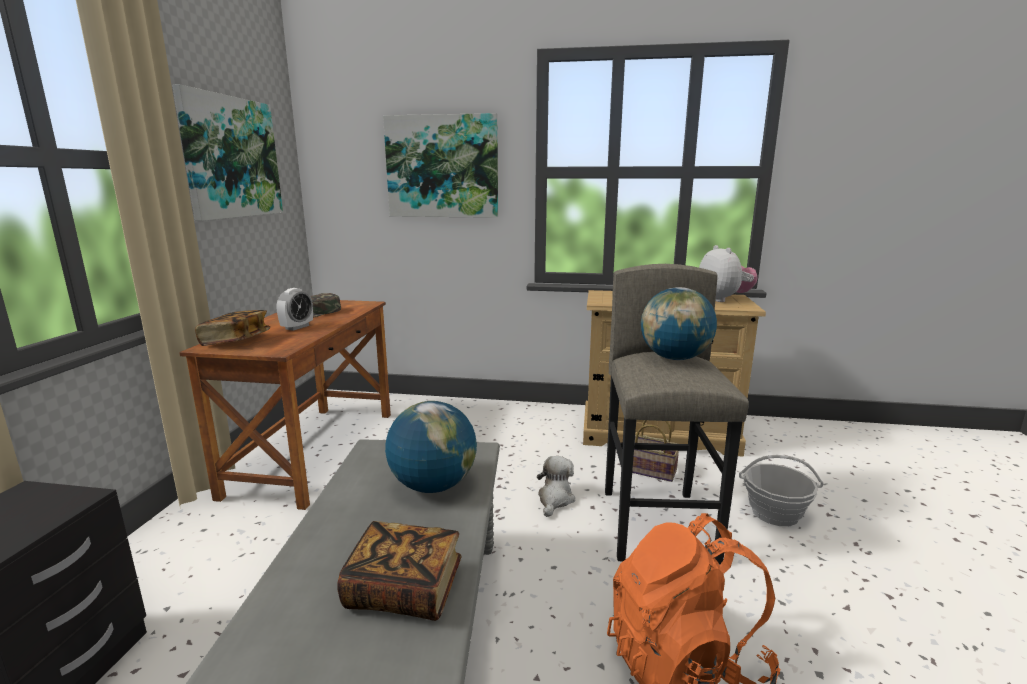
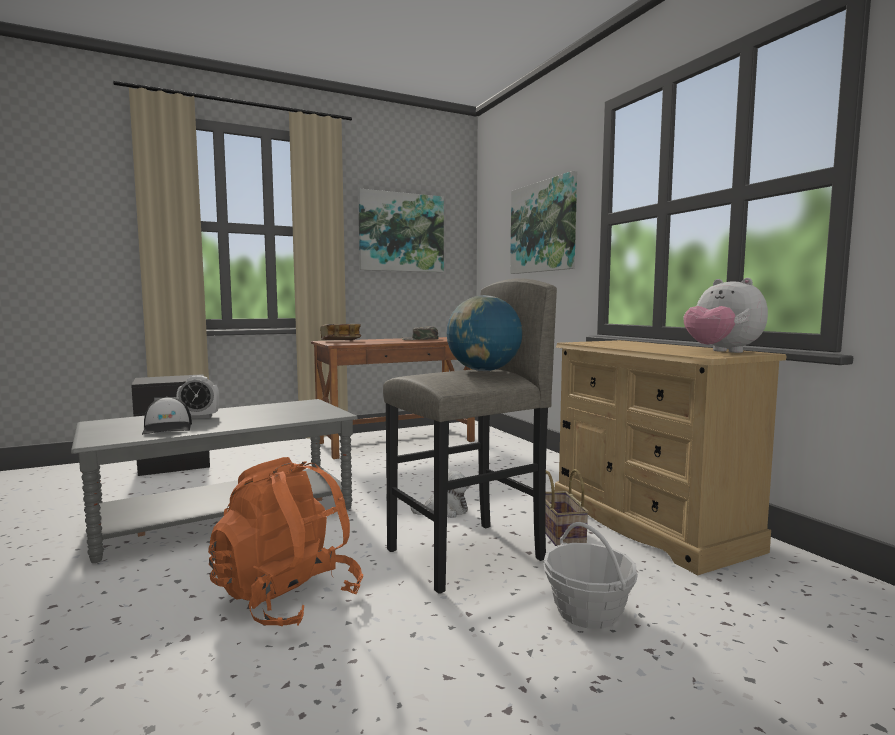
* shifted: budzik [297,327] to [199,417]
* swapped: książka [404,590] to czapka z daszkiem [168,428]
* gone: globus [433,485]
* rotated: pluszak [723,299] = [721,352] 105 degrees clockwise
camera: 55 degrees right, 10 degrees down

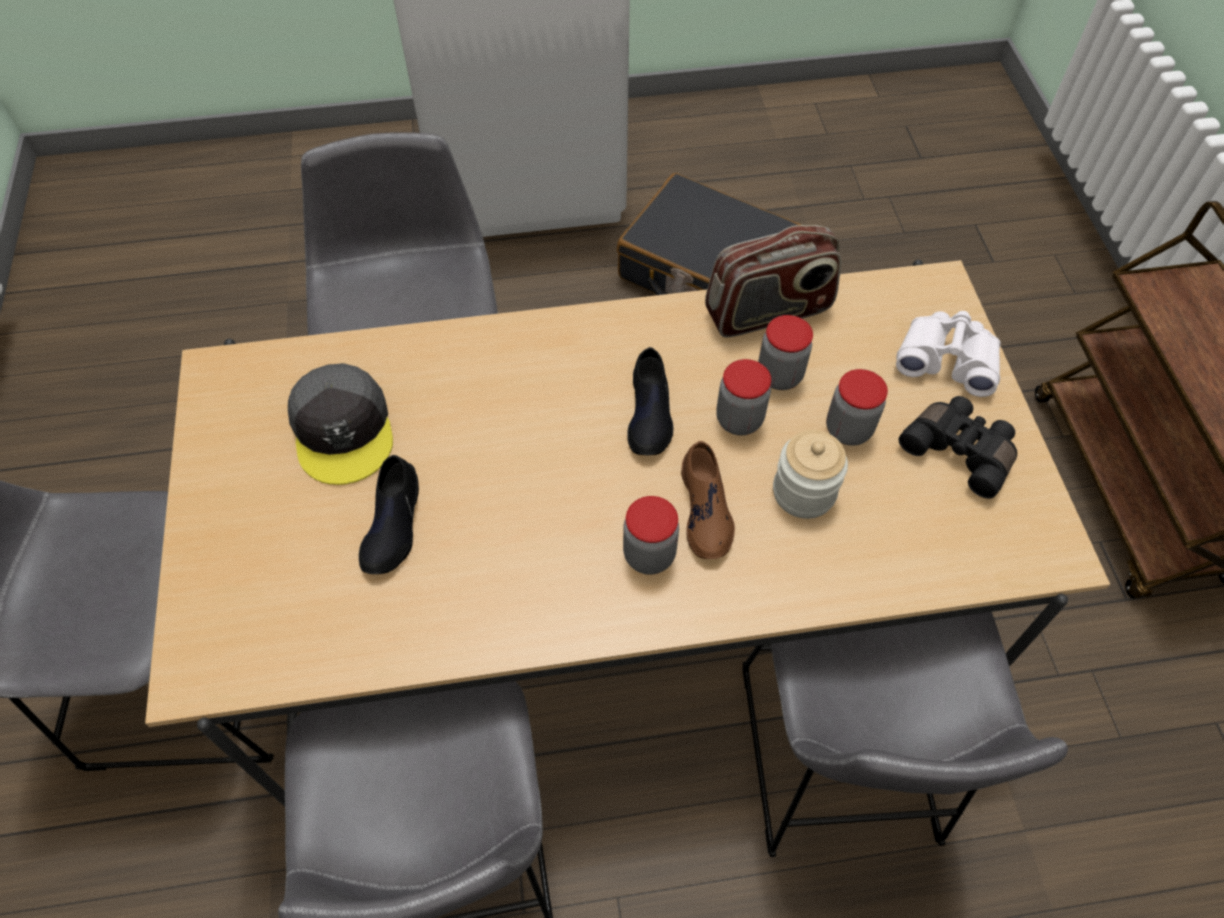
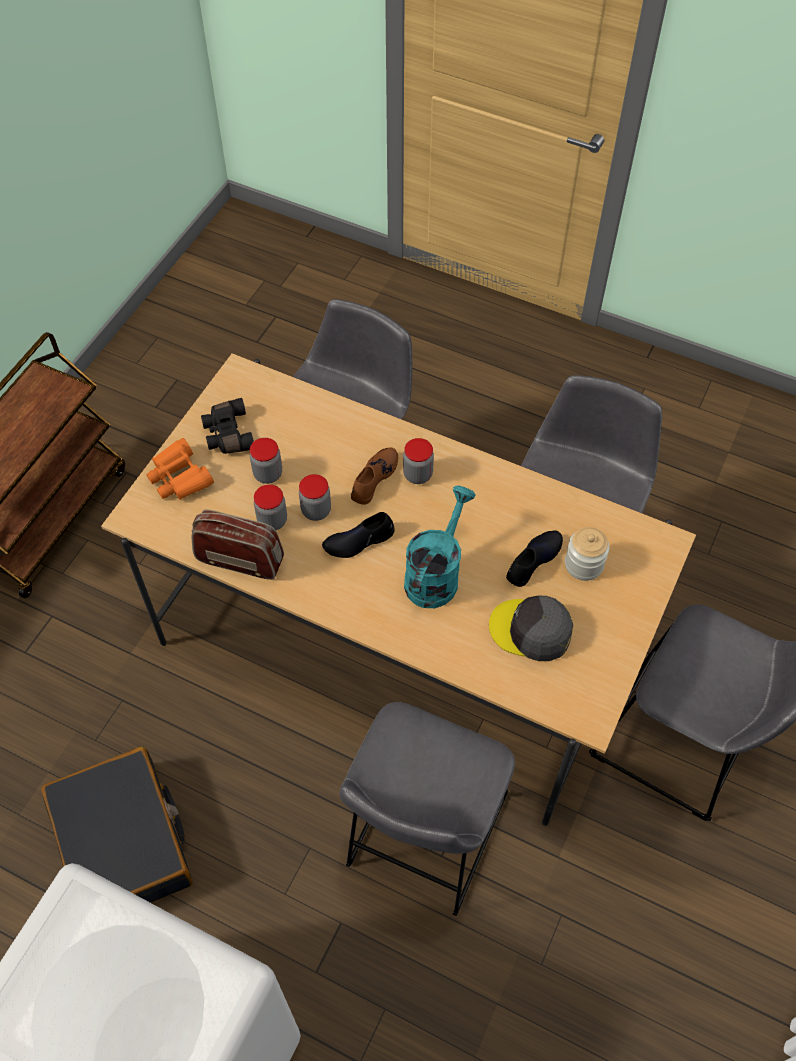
* rotated: czapka z daszkiem/szary [343,430] = [531,630] 90 degrees counterclockwise
* rotated: but/czarny [649,414] = [359,541] 150 degrees counterclockwise
* shifted: słoik [804,492] to [584,564]
* repainted: lornetka/biały [947,360] to lornetka/pomarańczowy [179,477]
* new: konewka/turkusowy [435,573]
camera: 145 degrees left, 0 degrees up

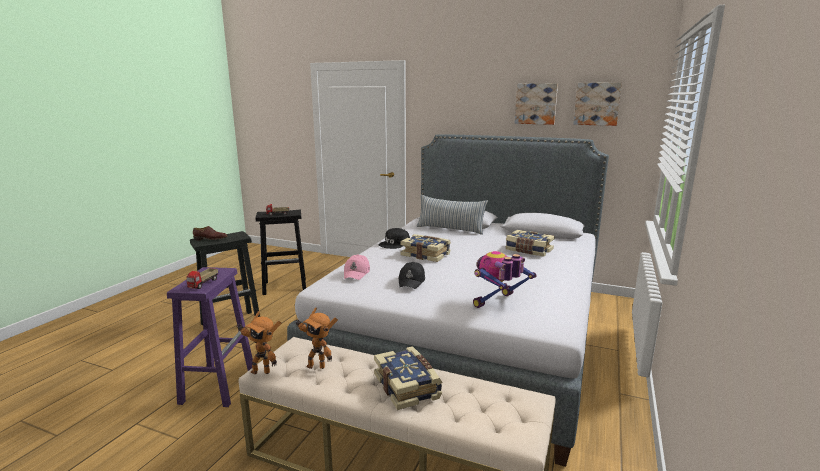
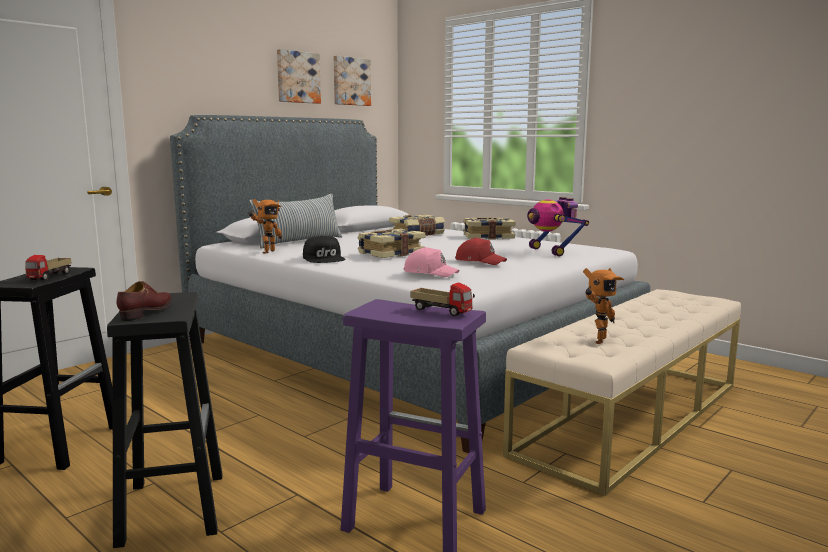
* shifted: robot zabawkowy [261,371] to [266,252]
* shifted: książka [408,386] to [488,237]
* repainted: czapka z daszkiem/czarny [412,281] to czapka z daszkiem/czerwony [480,261]
camera: 70 degrees left, 5 degrees down

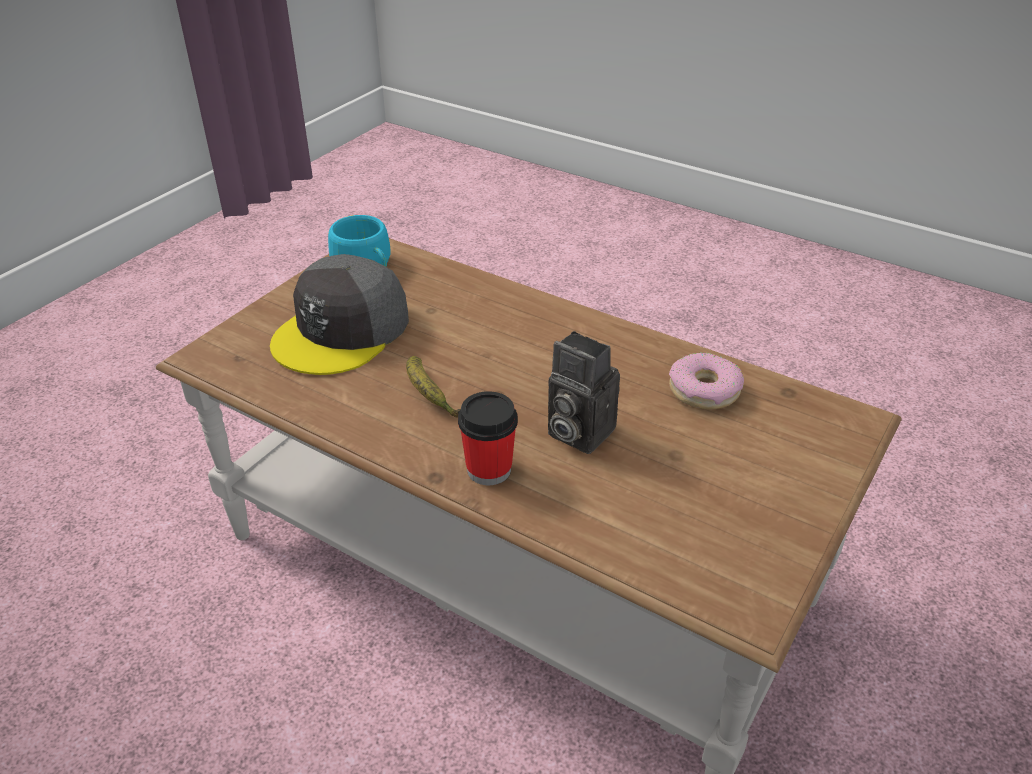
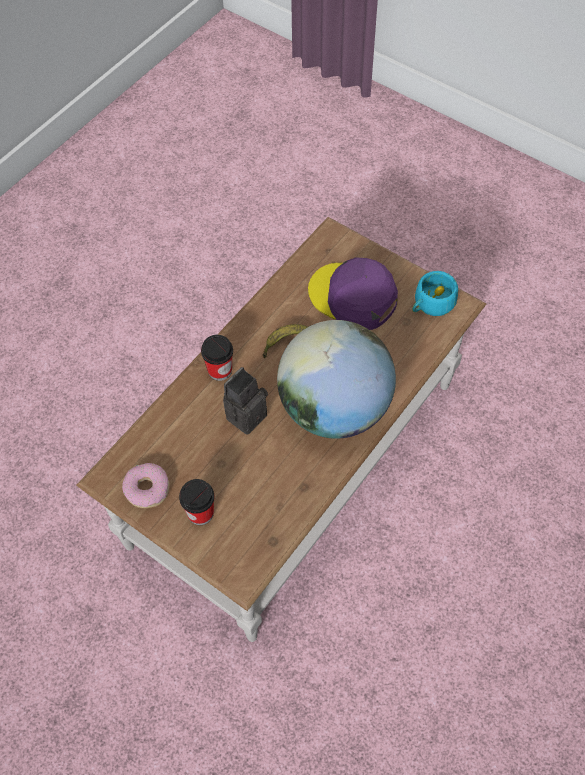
* repainted: czapka z daszkiem/szary [342,331] to czapka z daszkiem/fioletowy [352,297]
* shifted: donut [704,390] to [147,489]
* new: filiżanka [200,513]
* new: globus [334,409]
camera: 95 degrees right, 20 degrees up

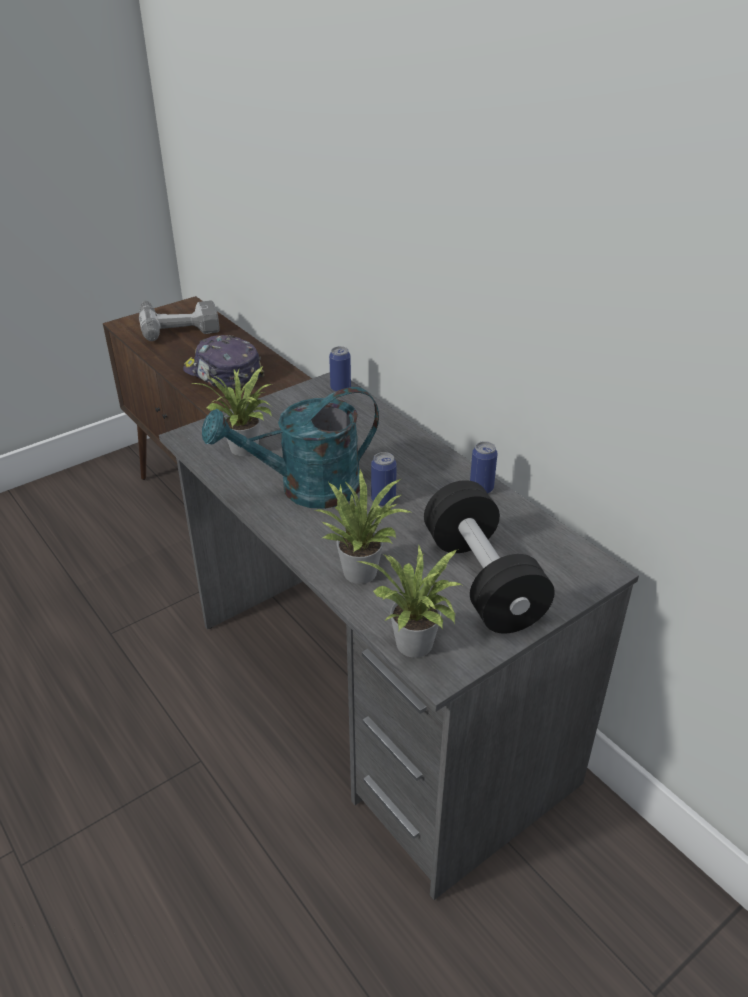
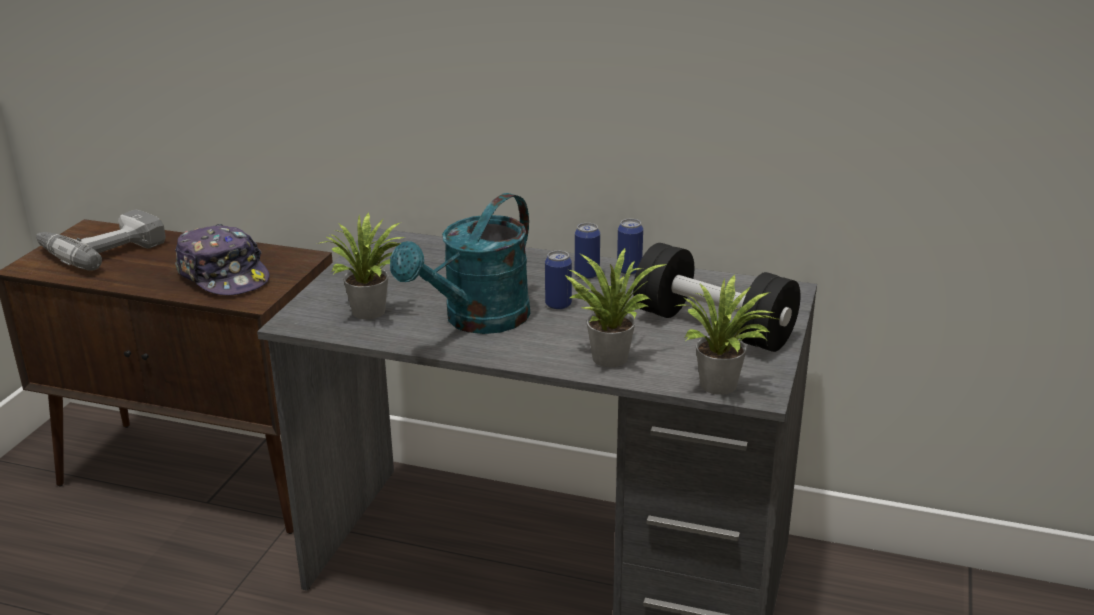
* rotated: czapka z daszkiem [223,374] = [224,276] 135 degrees counterclockwise
* shifted: puszka [340,388] to [587,274]
camera: 35 degrees left, 10 degrees down

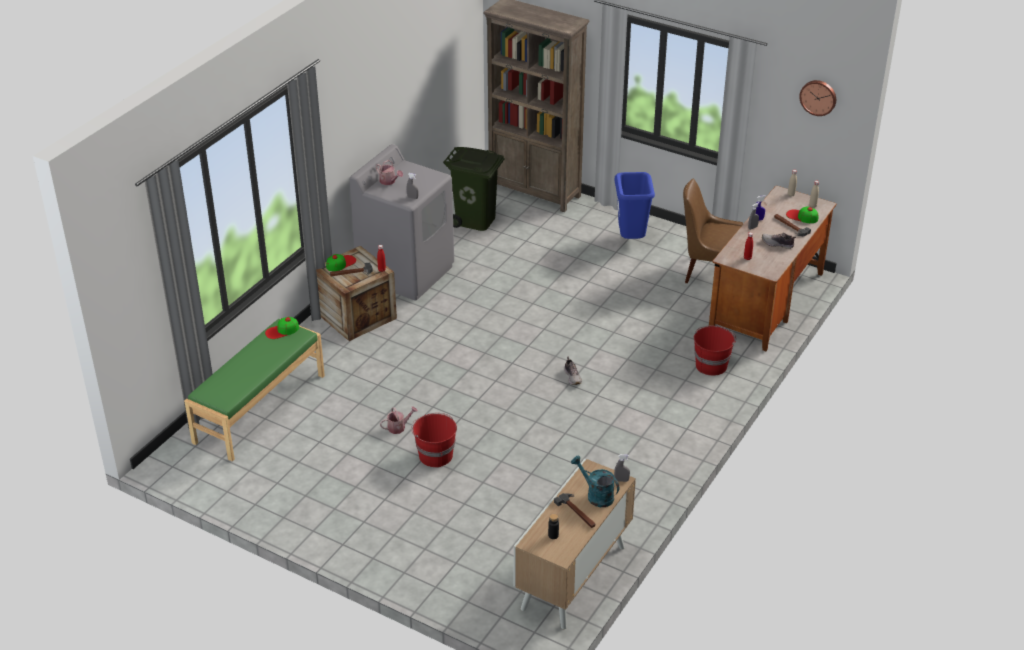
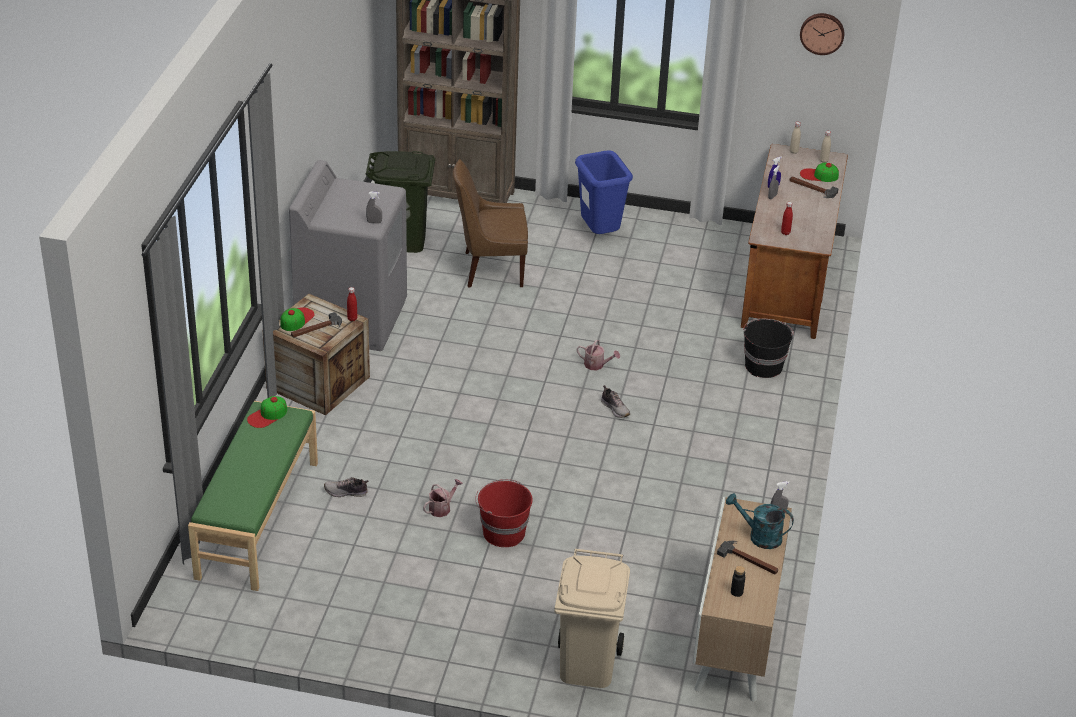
* shifted: konewka [389,182] to [597,365]
* shifted: krzesło/brązowy [708,272] to [490,269]
* repainted: wiadro/czerwony [711,365] to wiadro/czarny [763,365]
* shifted: but [777,244] to [346,492]
* new: kosz na śmieci/beżowy [586,665]
camera: 20 degrees left, 0 degrees up

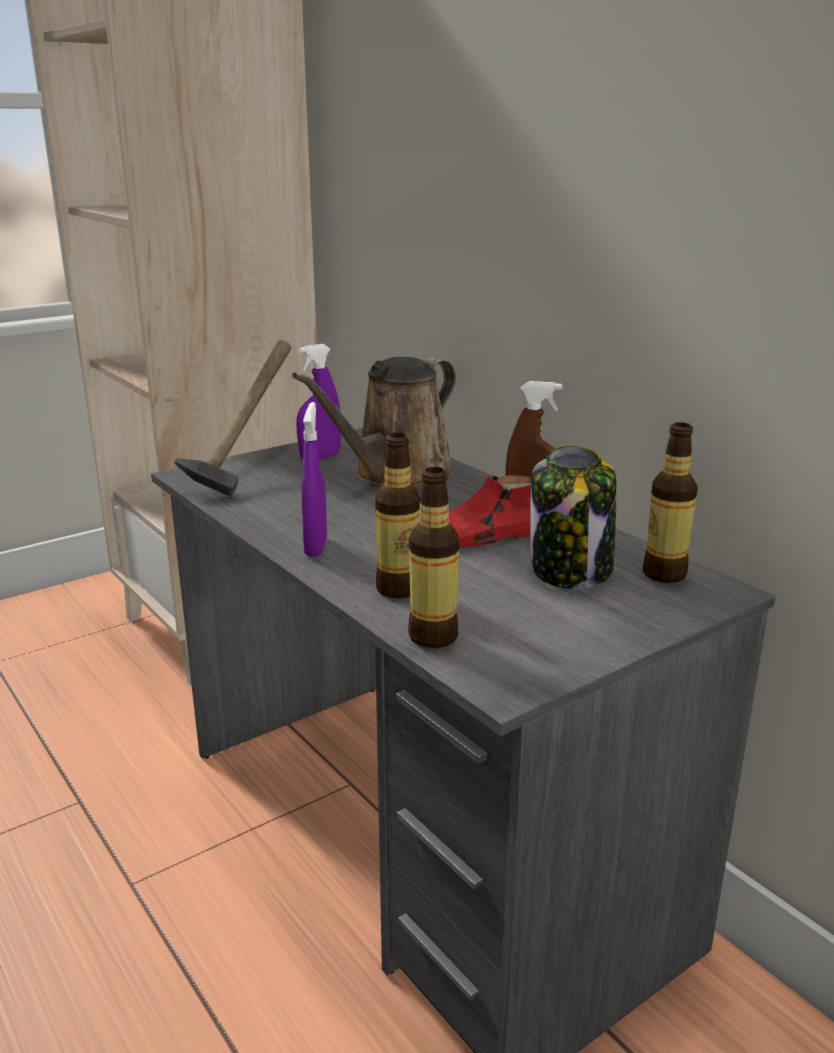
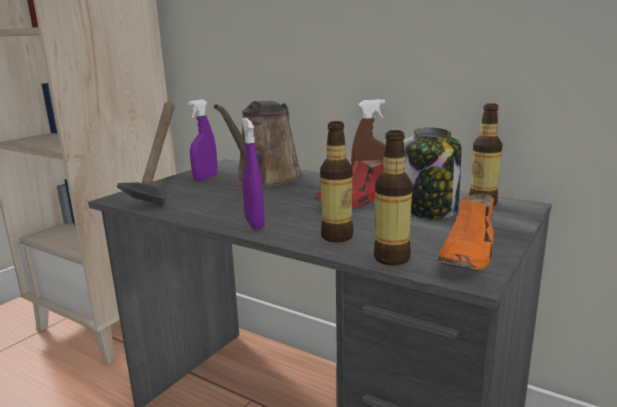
* new: but/pomarańczowy [468,254]
camera: 20 degrees left, 5 degrees down

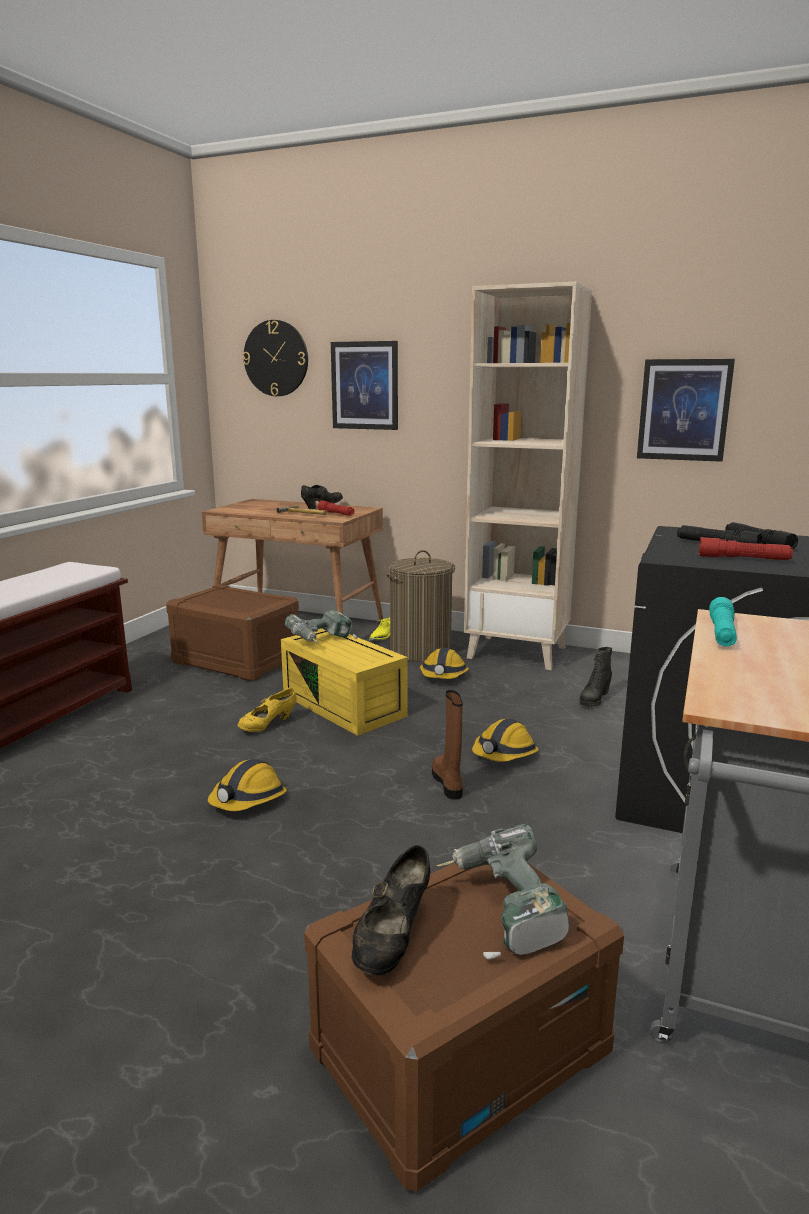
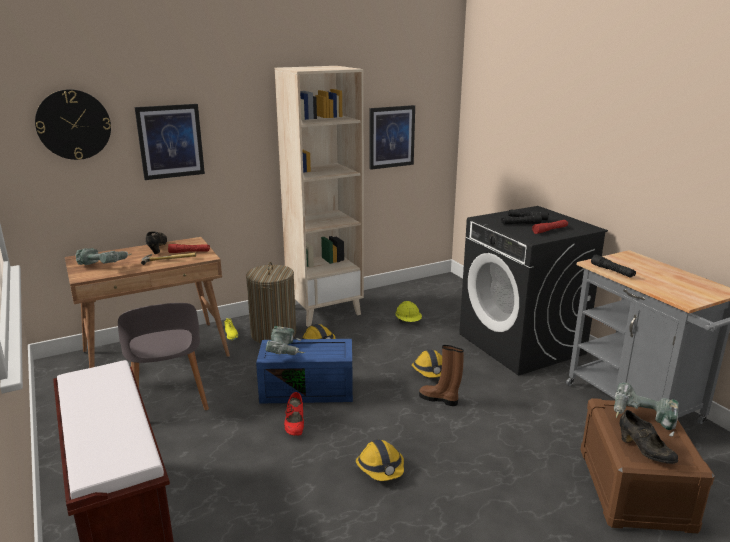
* swapped: pojemnik do przechowywania/brązowy [235,660] to krzesło/szary [168,399]
* repainted: but/żółty [268,725] to but/czerwony [295,425]
* repainted: pojemnik do przechowywania/żółty [346,705] to pojemnik do przechowywania/niebieski [308,389]
* swapped: but z cholewką/czarny [594,699] to kask/żółty [408,322]
* repainted: latarka/turkusowy [722,633] to latarka/czarny [612,271]
* new: wiertarka [105,265]
camera: 50 degrees left, 5 degrees up

